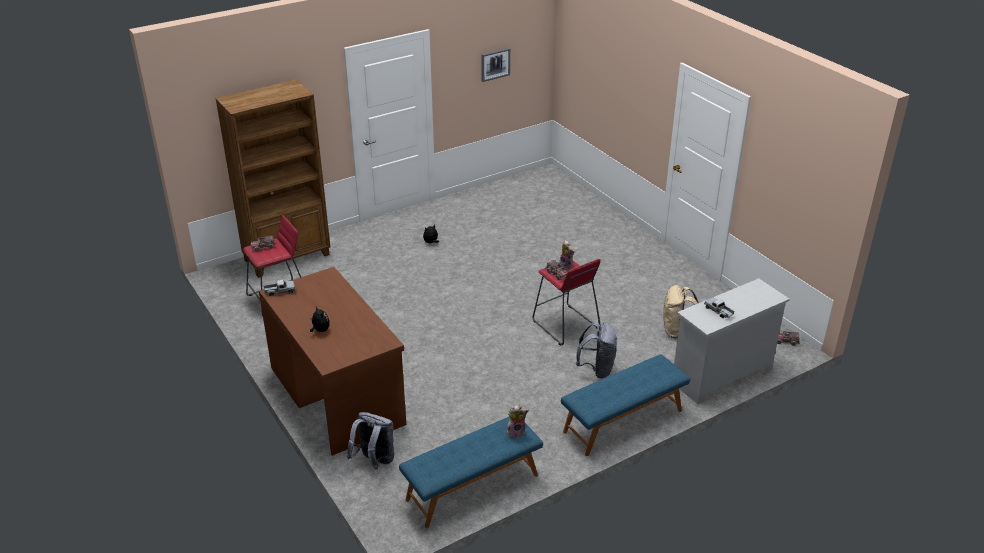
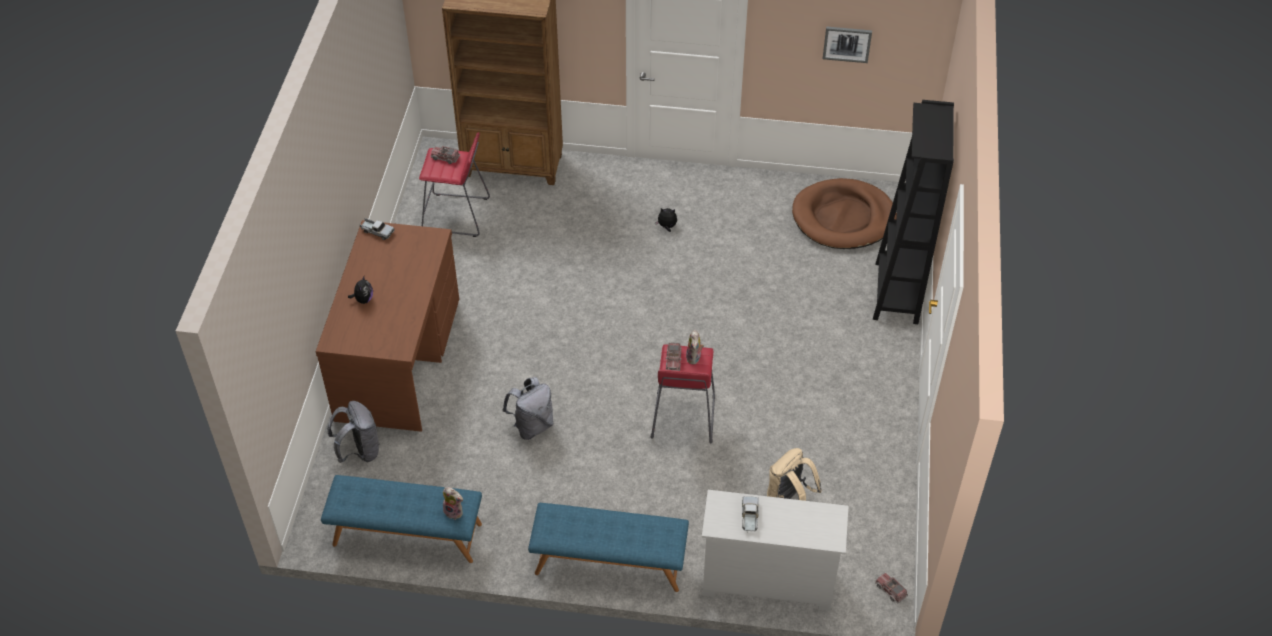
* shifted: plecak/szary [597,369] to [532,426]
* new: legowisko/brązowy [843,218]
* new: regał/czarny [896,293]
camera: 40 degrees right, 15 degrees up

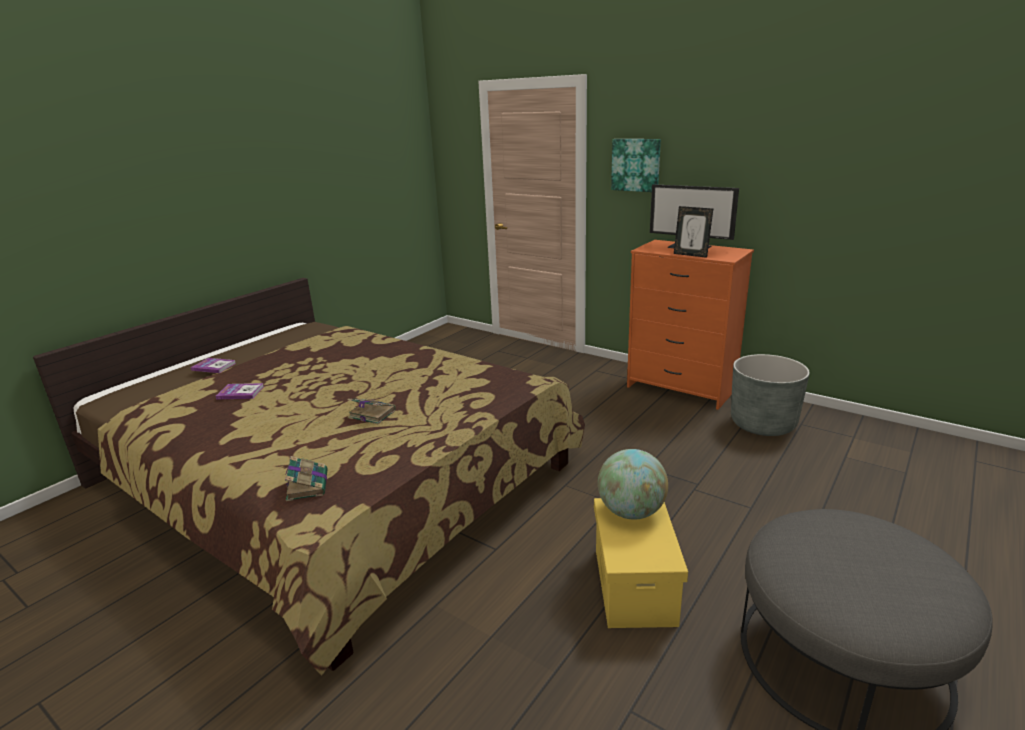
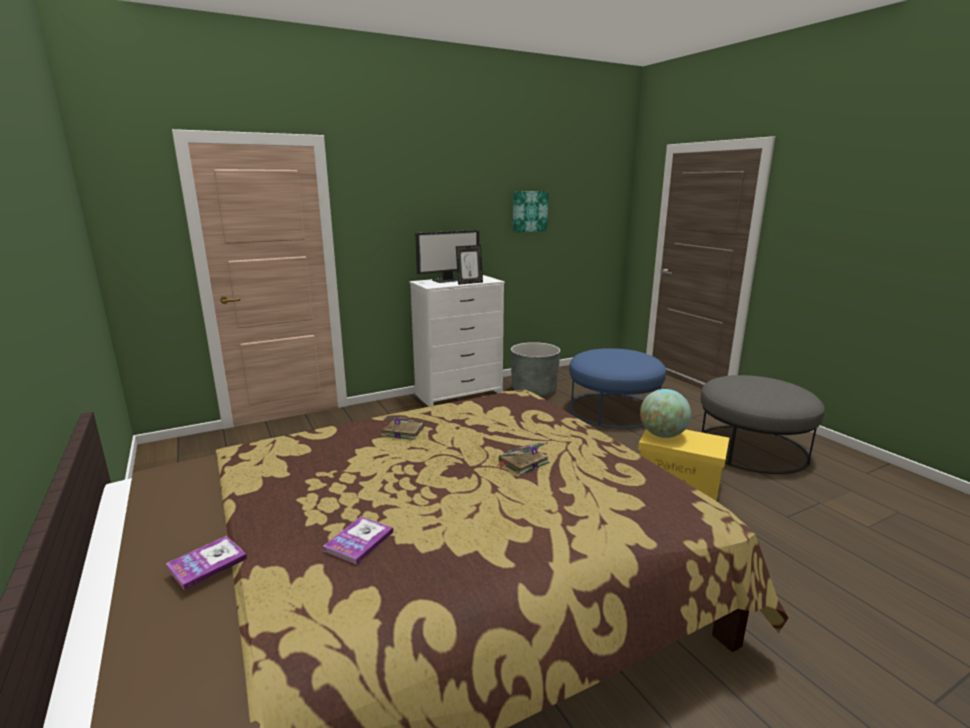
* shifted: książka [307,485] to [402,431]
* shifted: obraz [636,165] to [529,211]
* repainted: komoda/pomarańczowy [680,388] to komoda/biały [459,395]
* new: pufa/niebieski [613,409]
camera: 65 degrees left, 5 degrees down

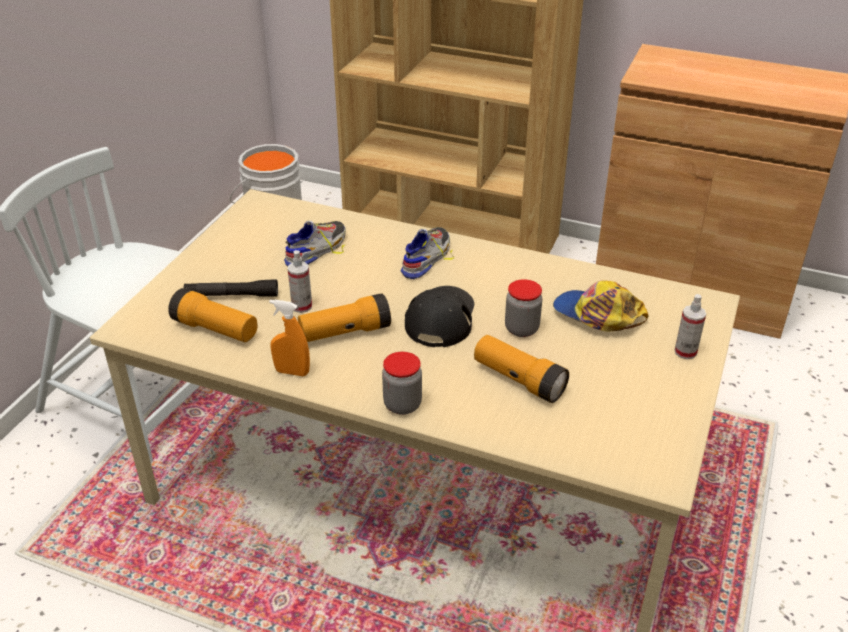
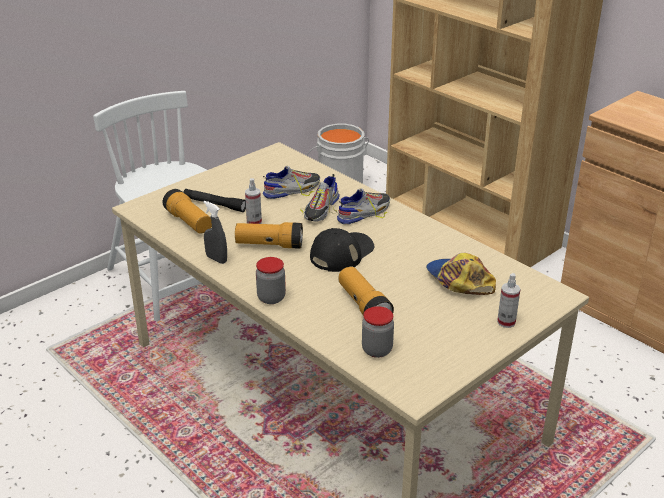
* repainted: spryskiwacz/pomarańczowy [292,372] to spryskiwacz/szary [216,259]
* shifted: słoik [521,329] to [377,350]
* new: but [321,209]
camera: 25 degrees right, 5 degrees down

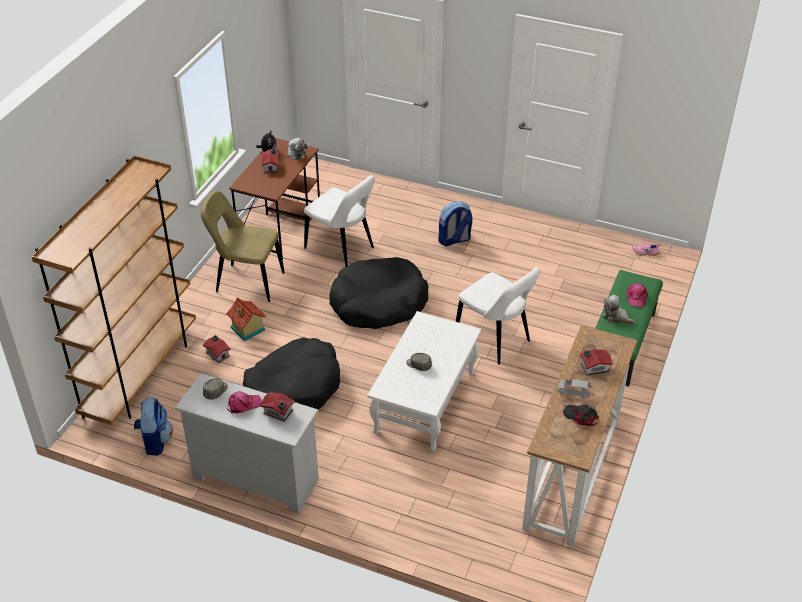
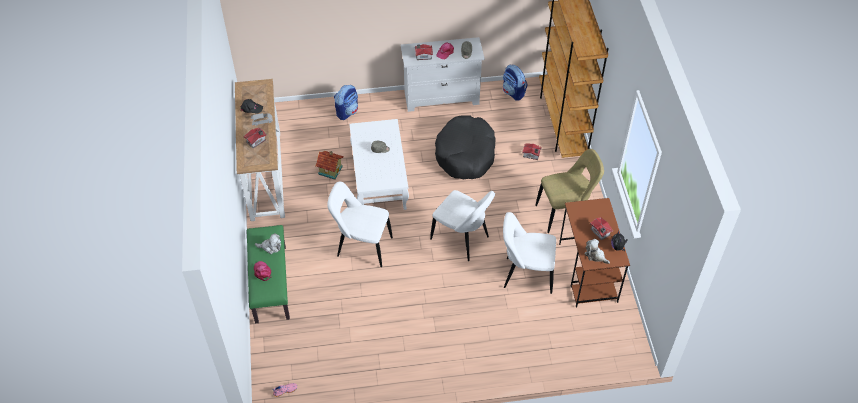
* shifted: domek [247,329] to [330,170]
* swapped: legowisko/czarny [378,303] to krzesło/biały [462,239]
* shifted: plecak [454,240] to [347,112]
camera: 150 degrees right, 10 degrees up

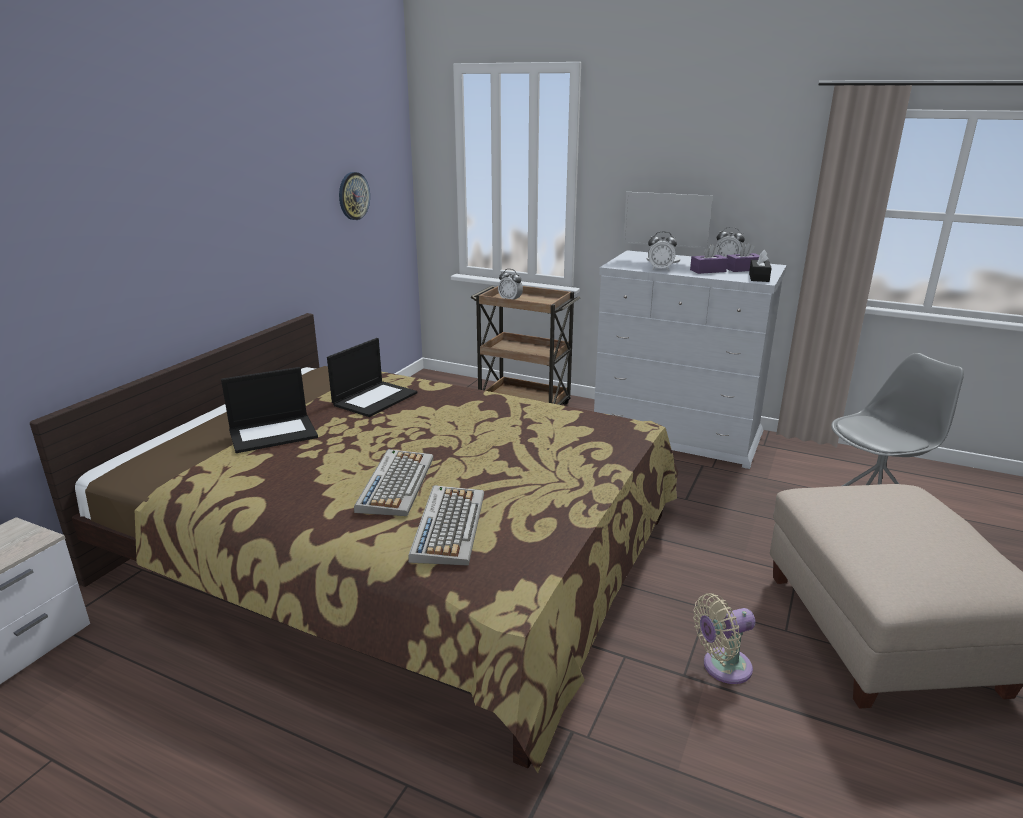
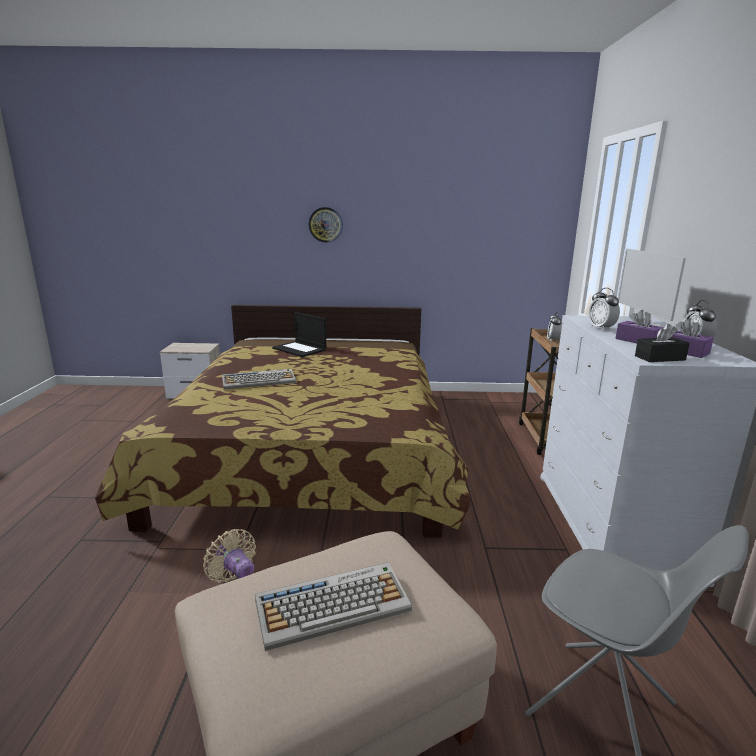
* gone: laptop [375,398]
* shifted: zegar ścienny [353,196] to [325,224]
* shifted: klawiatura [448,525] to [334,604]
camera: 65 degrees right, 5 degrees down

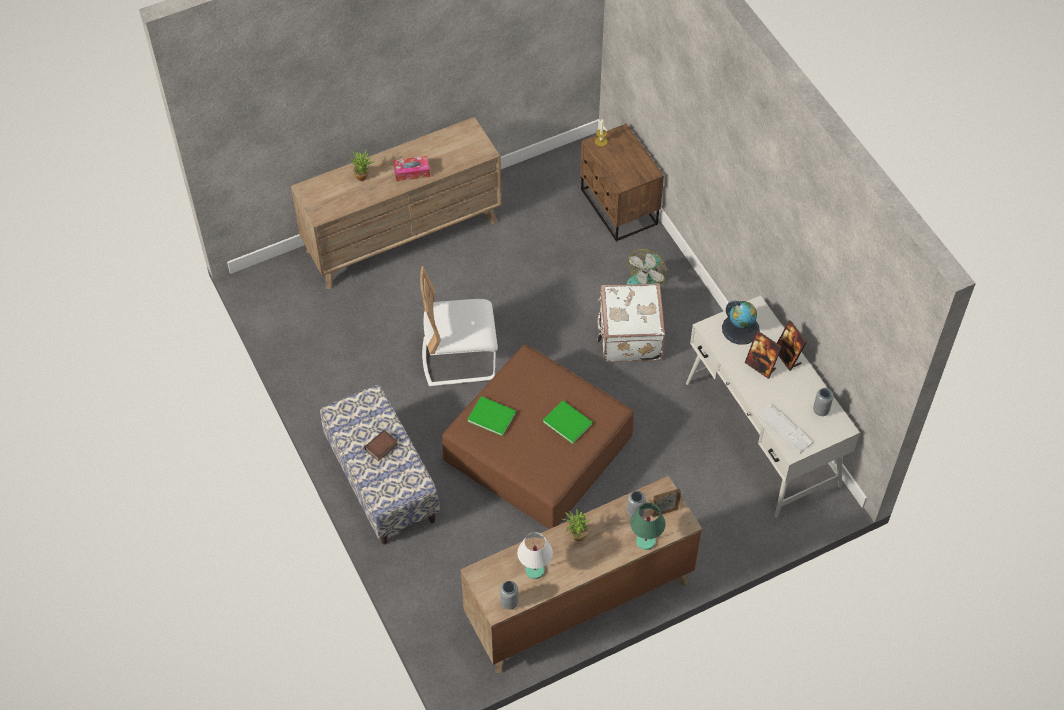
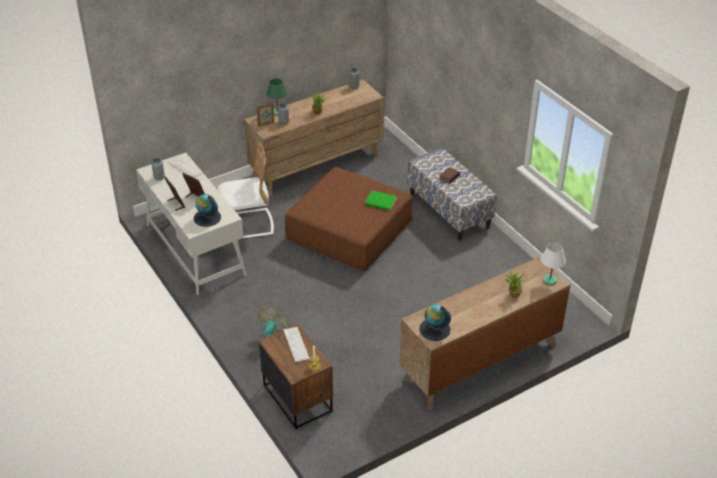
* gone: pudełko chusteczek [412,172]
* shifted: krzesło/biały [459,359] to [247,225]
* shifted: lampa stołowa/biały [535,570] to [549,280]
* gone: książka/zielony [567,421]
* gone: walizka/biały [629,336]
* new: klawiatura [296,344]
* new: globus [434,329]
camera: 175 degrees right, 15 degrees down

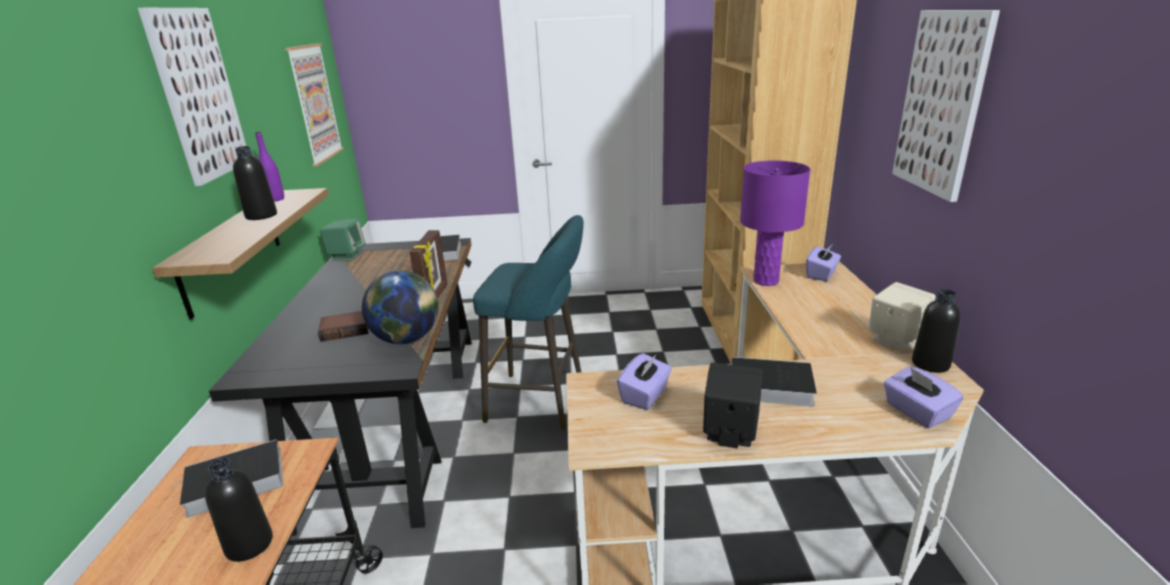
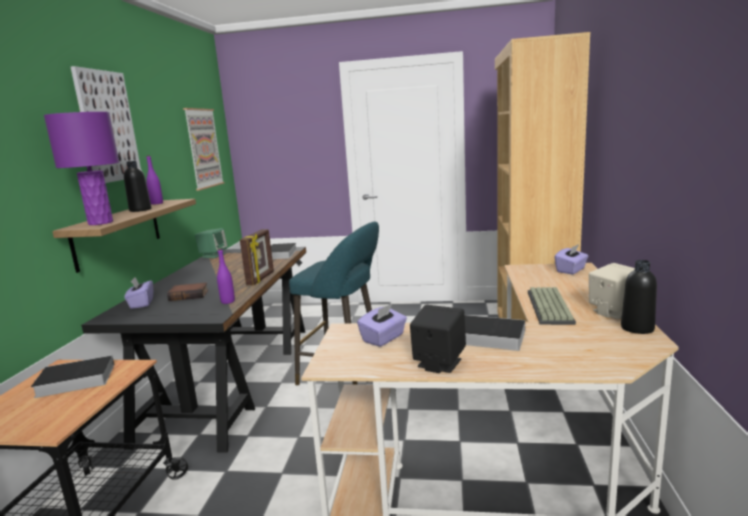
* gone: butelka/czarny [249,544]
* swapped: globus [407,339] to butelka/fioletowy [228,301]
* shifted: lampa stołowa/fioletowy [765,281] to [100,223]
* shifted: pudełko chusteczek/fioletowy [916,412] to [141,303]
* gone: obraz [941,103]
* new: klawiatura [551,307]
camera: 10 degrees right, 10 degrees down

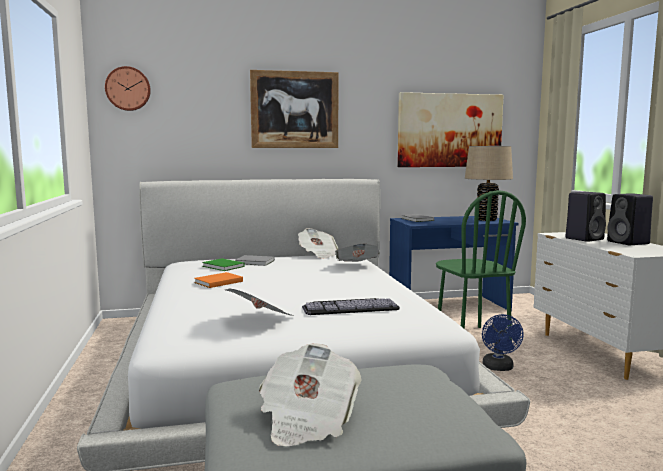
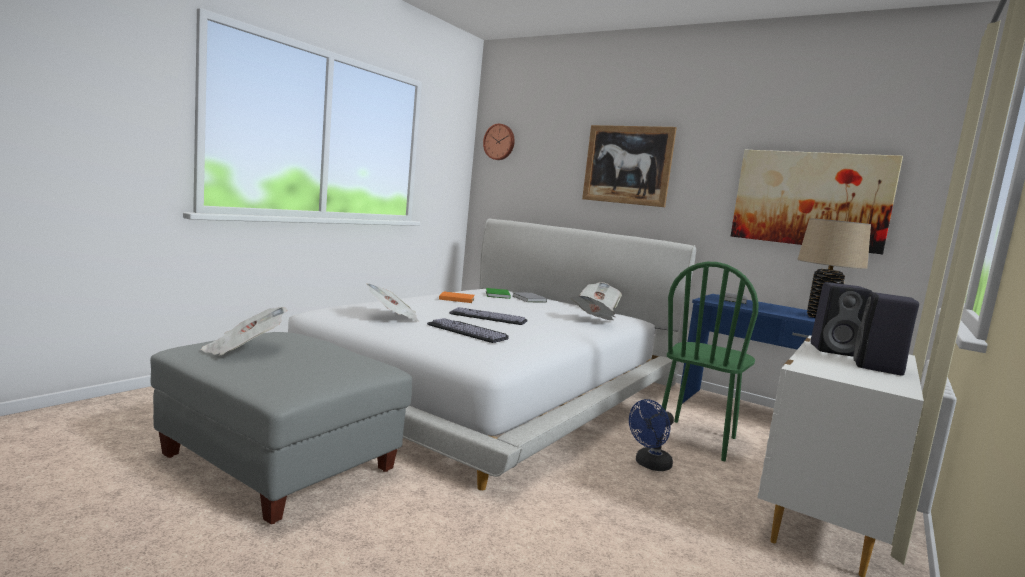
* new: klawiatura [490,316]
camera: 45 degrees right, 0 degrees up

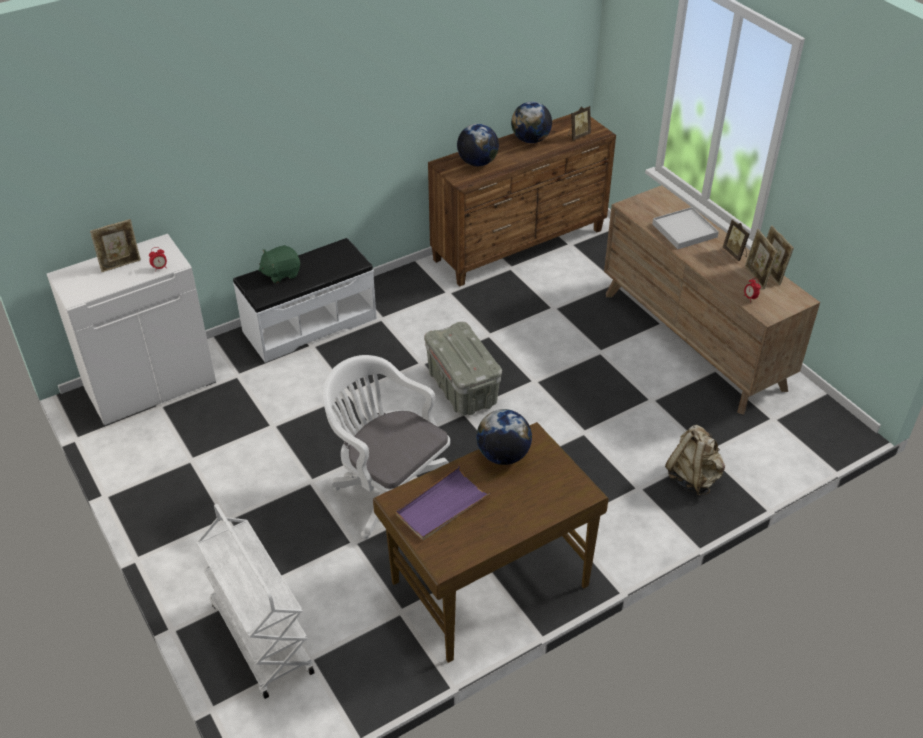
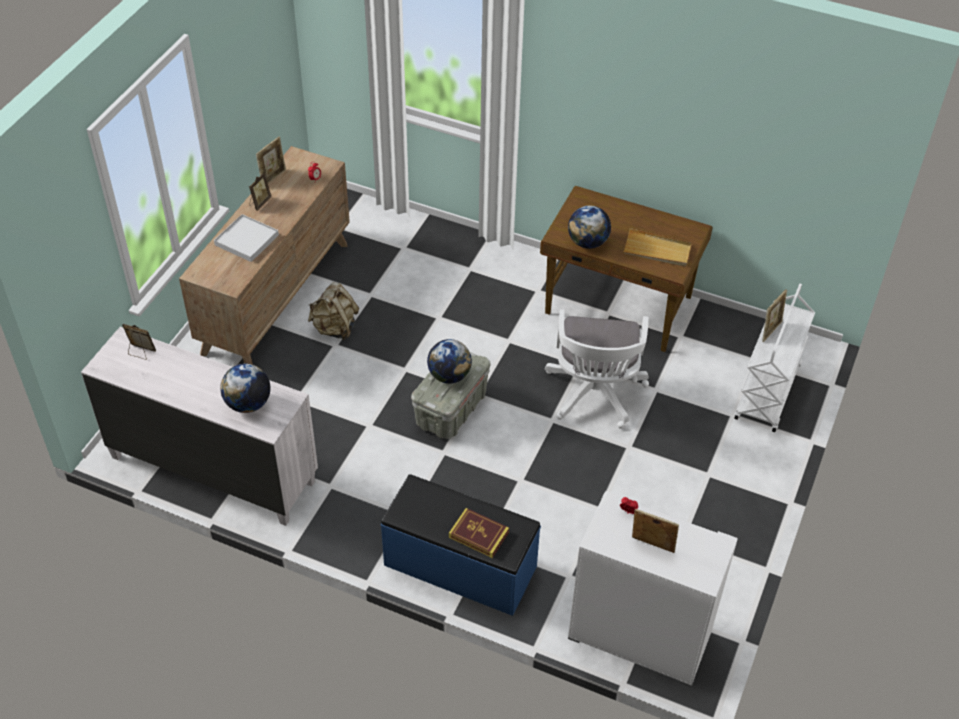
* repainted: ławka/biały [309,324] to ławka/niebieski [460,567]
* swapped: pluszak/zielony [281,273] to książka [479,535]
* repainted: taca/fioletowy [442,506] to taca/beżowy [657,250]
* repainted: komoda/brązowy [520,245] to komoda/biały [212,468]
* shifted: globus [530,140] to [449,375]
* shifted: plecak/beżowy [693,477] to [335,328]
* shifted: ramka na zdjęcie [756,277] to [770,330]
camera: 125 degrees left, 5 degrees up

